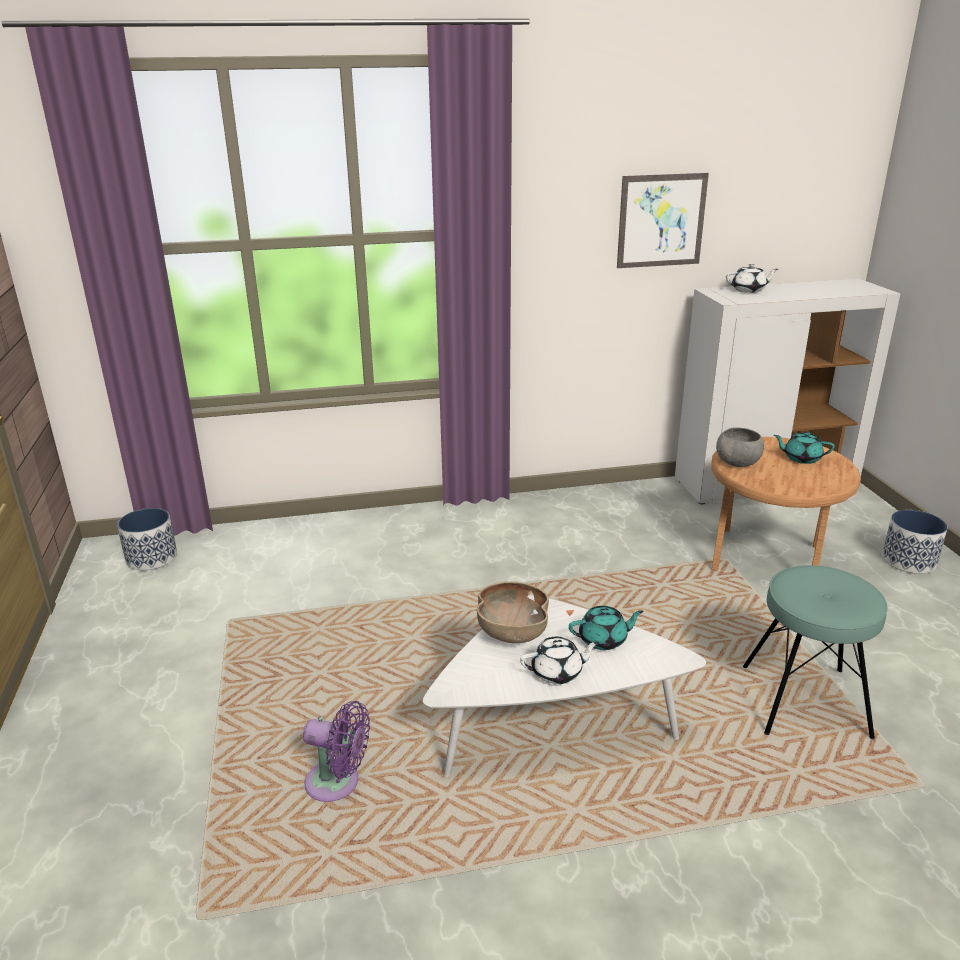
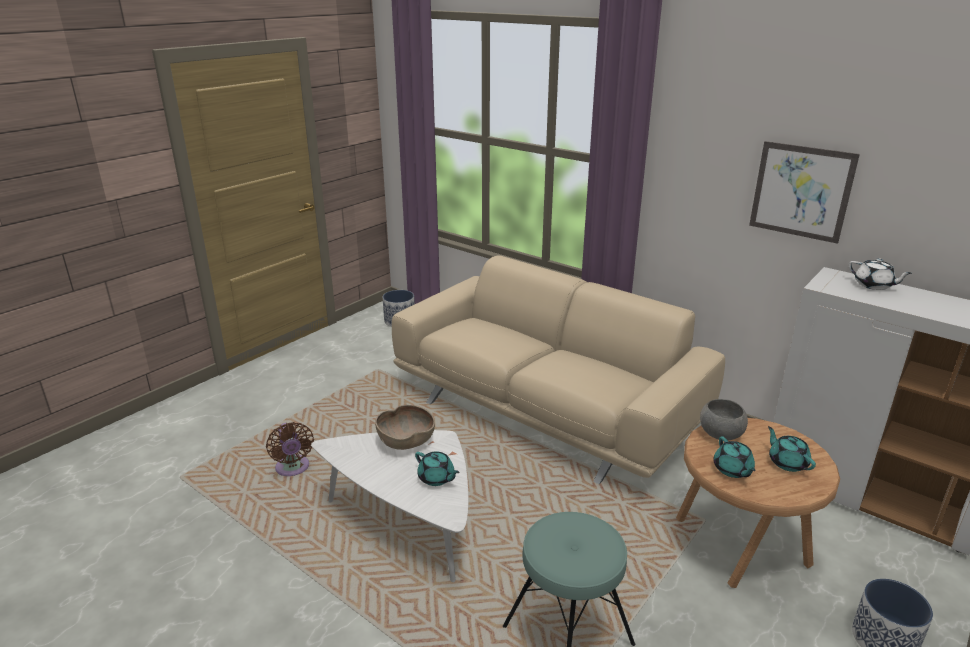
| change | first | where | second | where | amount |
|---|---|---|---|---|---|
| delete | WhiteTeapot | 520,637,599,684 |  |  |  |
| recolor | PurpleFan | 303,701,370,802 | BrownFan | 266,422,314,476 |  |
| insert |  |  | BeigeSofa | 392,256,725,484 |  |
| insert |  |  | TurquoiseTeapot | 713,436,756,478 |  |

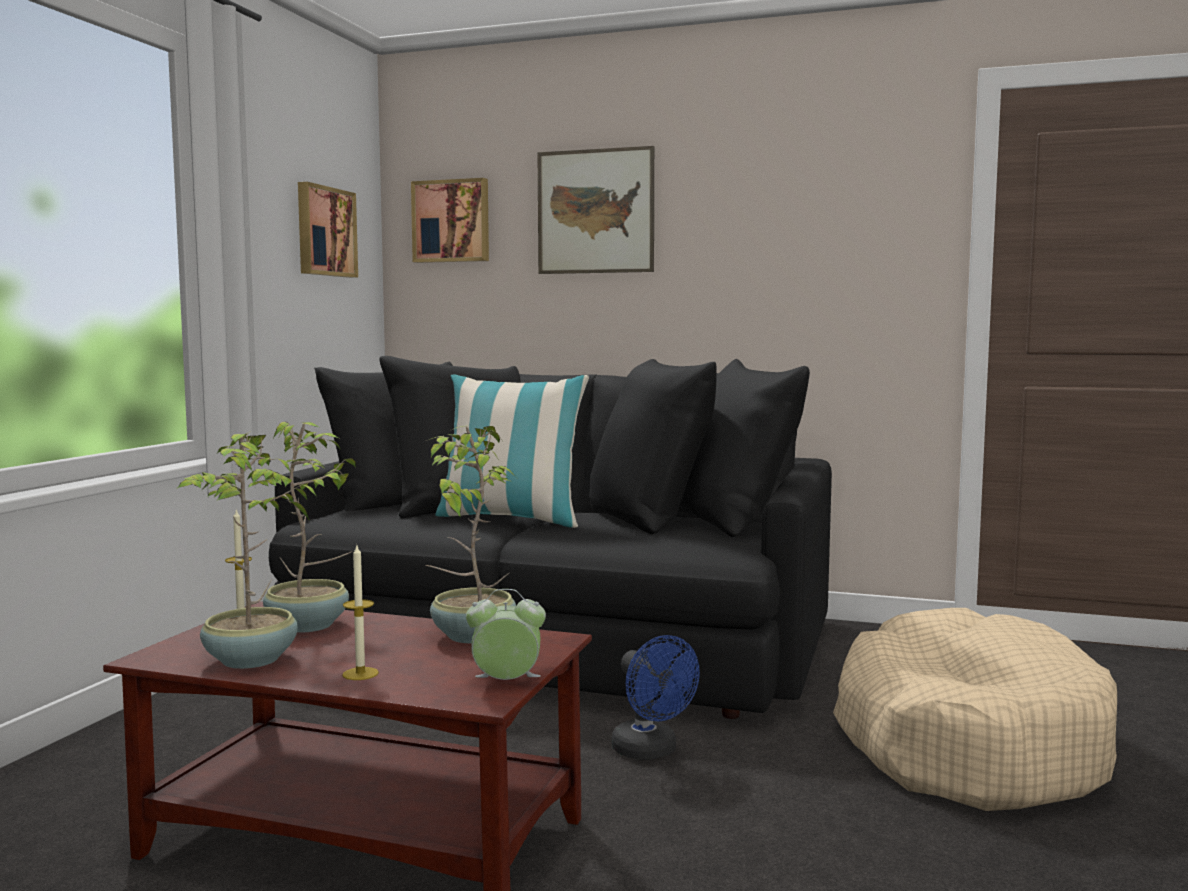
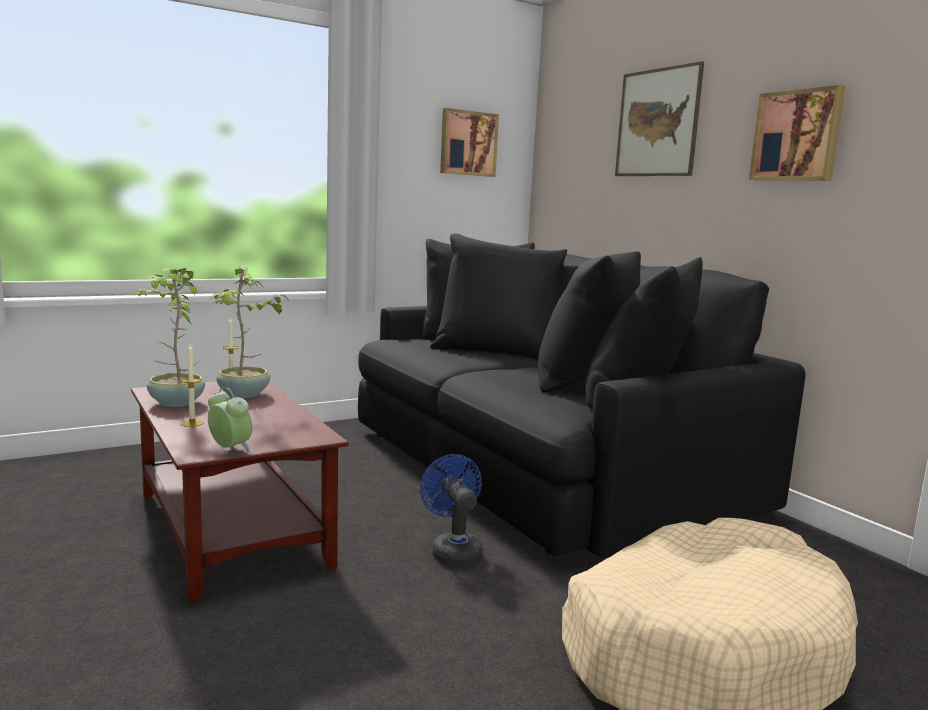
| change | first | where | second | where | amount |
|---|---|---|---|---|---|
| move | Picture | 411,178,489,263 |  | 749,85,845,181 |  |
| delete | Pillow | 435,375,589,528 |  |  |  |
| delete | PottedPlant | 425,426,516,643 |  |  |  |
| rotate | BlueFan | 612,635,700,760 |  | 420,454,483,566 | 150 degrees clockwise |

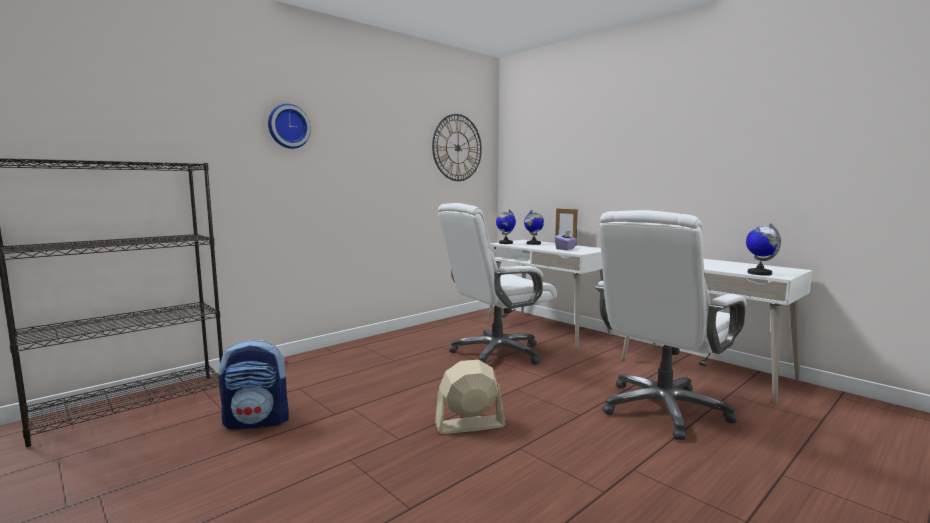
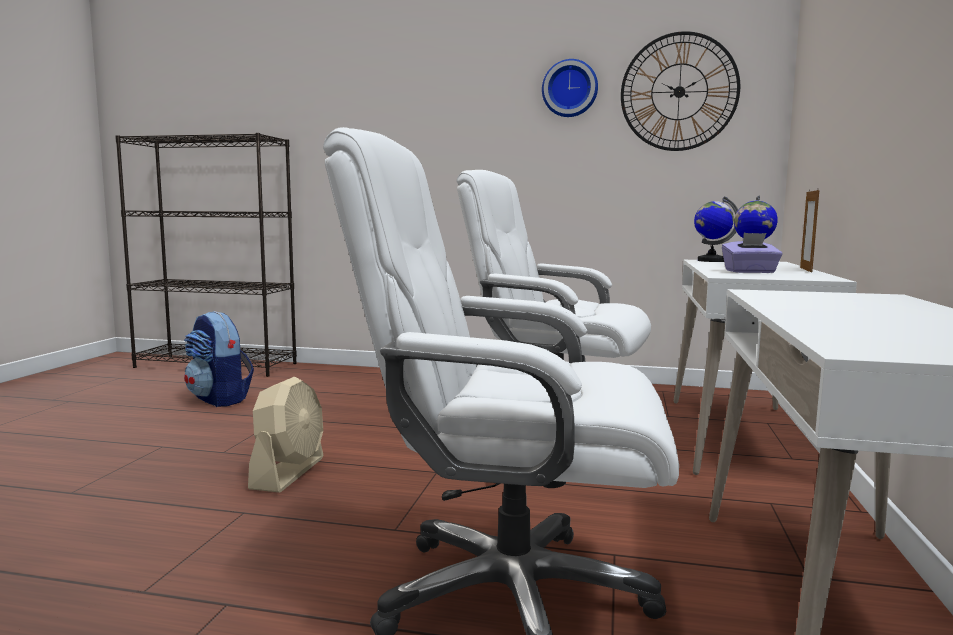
| change | first | where | second | where | amount |
|---|---|---|---|---|---|
| move | WallClock | 268,104,311,149 |  | 542,59,598,117 |  |
| delete | Globe | 746,223,781,276 |  |  |  |
| rotate | BeigeFan | 435,360,505,434 |  | 248,377,323,493 | 60 degrees clockwise |

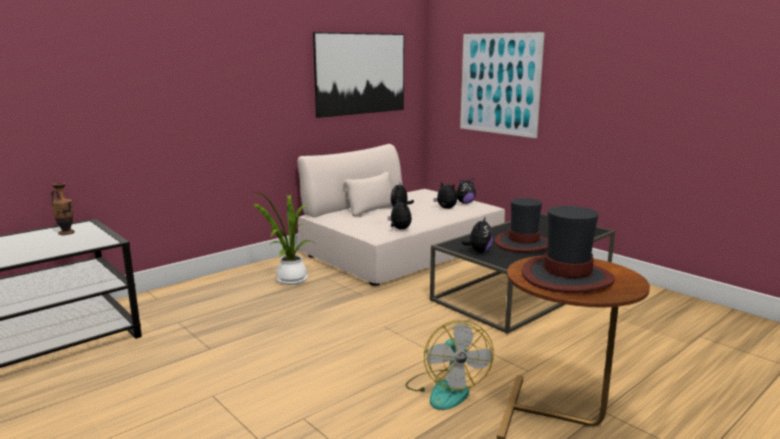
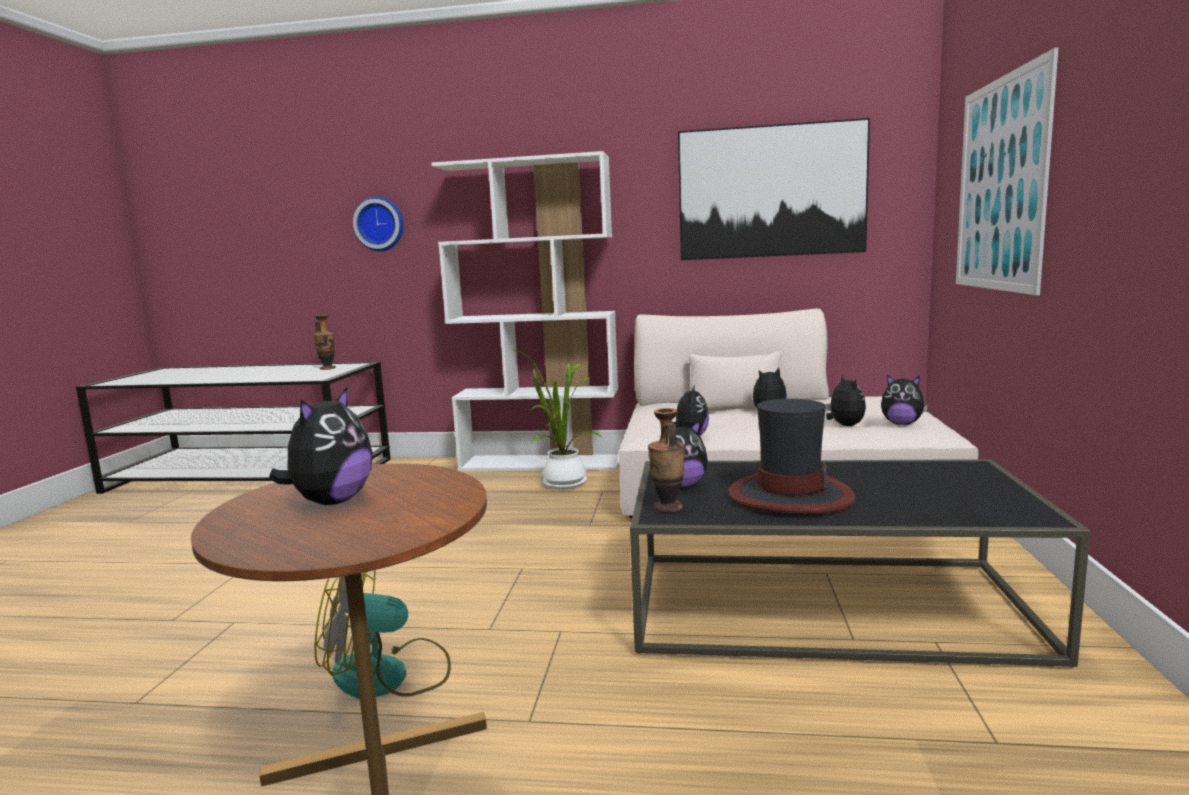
| change | first | where | second | where | amount |
|---|---|---|---|---|---|
| replace | Hat | 522,206,615,293 | PlushToy | 269,387,373,505 |  |
| rotate | Fan | 406,320,494,410 |  | 314,570,451,699 | 45 degrees clockwise |
| insert |  |  | WhiteBookcase | 431,151,619,471 |  |
| insert |  |  | WallClock | 353,196,404,251 |  |
| insert |  |  | Vase | 648,408,685,512 |  |

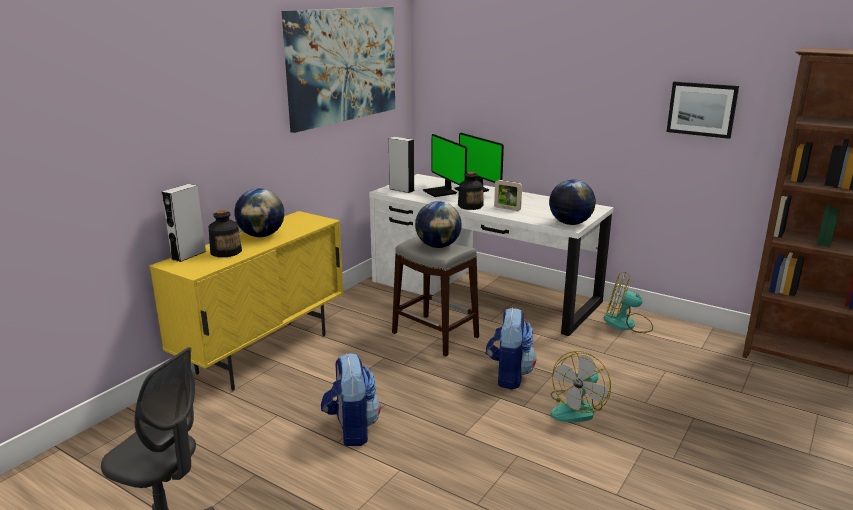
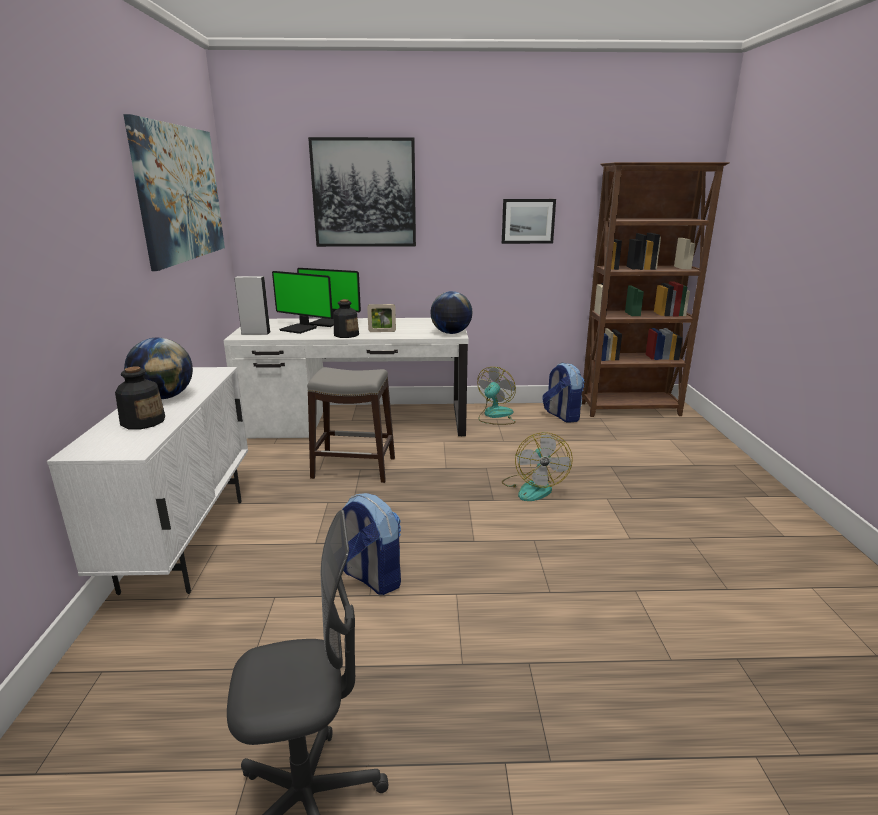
| change | first | where | second | where | amount |
|---|---|---|---|---|---|
| delete | GreySpeaker | 162,184,206,262 |  |  |  |
| delete | Globe | 415,201,462,248 |  |  |  |
| recolor | YellowCabinet | 149,211,344,391 | WhiteCabinet | 47,367,248,595 |  |
| rotate | Fan | 604,272,653,333 |  | 477,367,516,425 | 135 degrees clockwise |
| move | Backpack | 486,308,536,390 |  | 542,362,585,423 |  |
| insert |  |  | Picture | 308,137,416,247 |  |

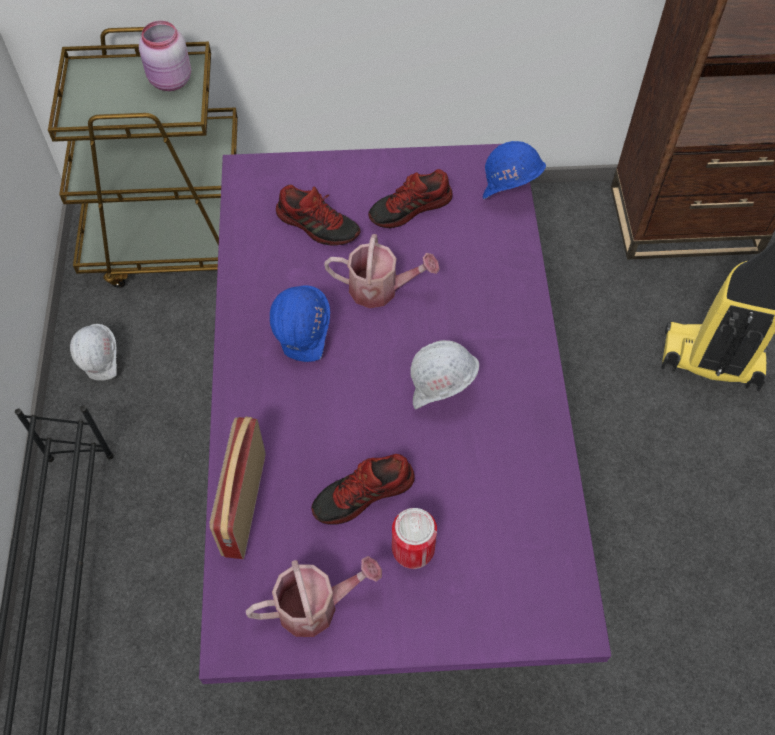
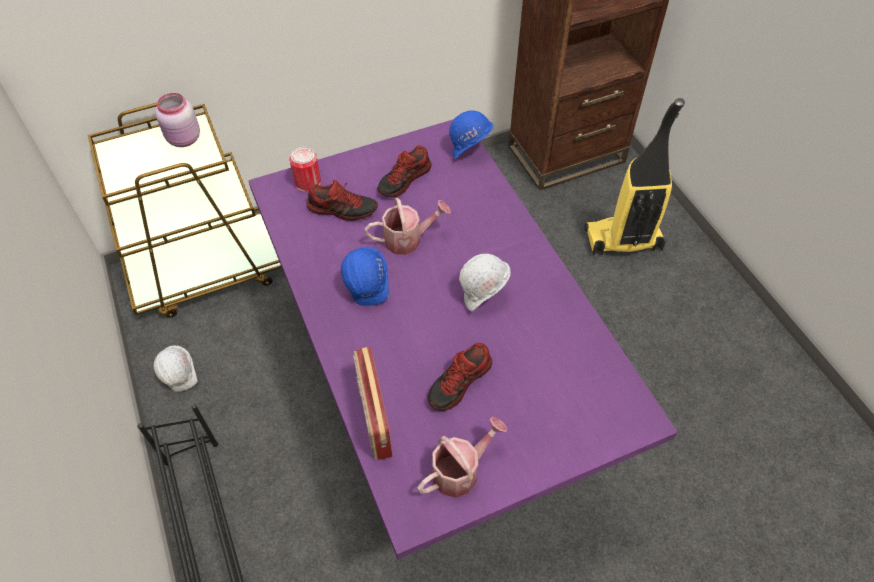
| change | first | where | second | where | amount |
|---|---|---|---|---|---|
| move | Can | 392,508,437,569 |  | 289,147,321,192 |  |

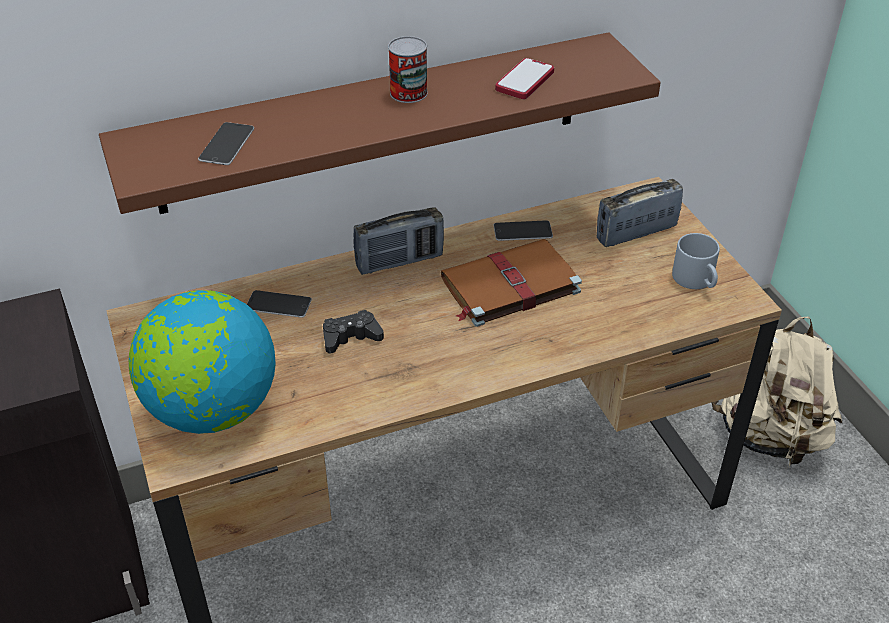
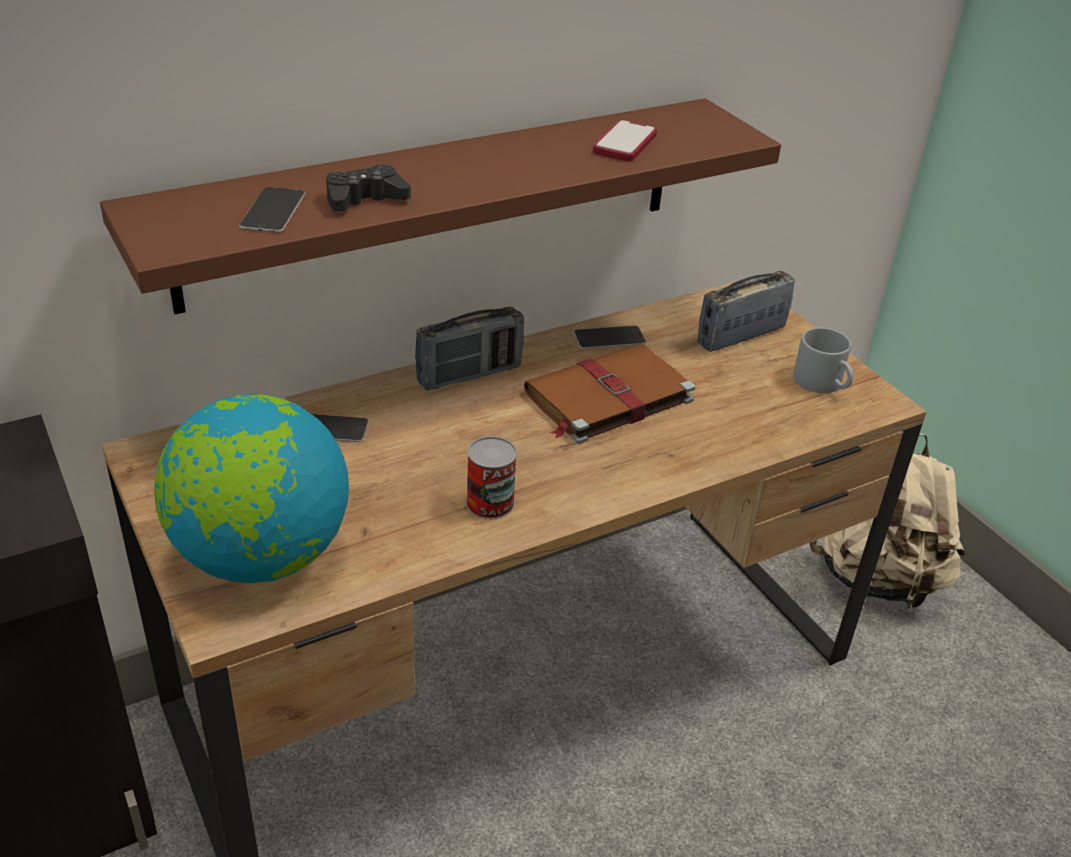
| change | first | where | second | where | amount |
|---|---|---|---|---|---|
| move | Can | 388,36,428,103 |  | 466,436,517,520 |  |
| move | BlackGameController | 323,310,384,353 |  | 326,164,411,212 |  |

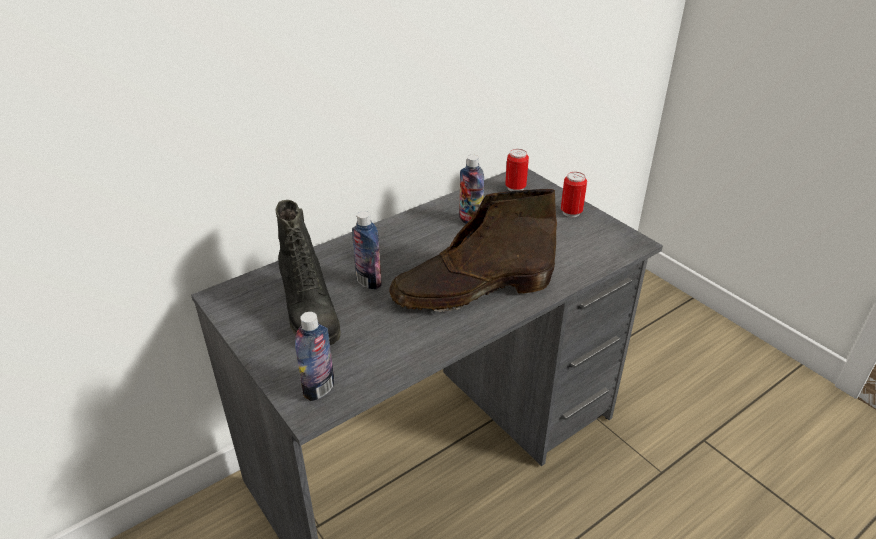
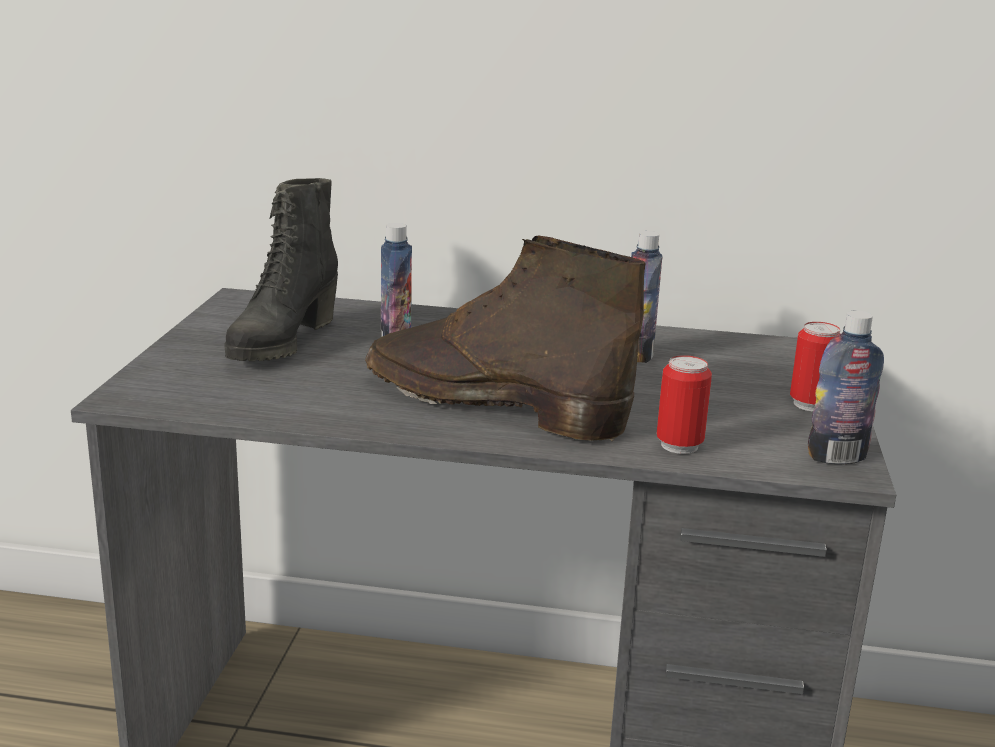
| change | first | where | second | where | amount |
|---|---|---|---|---|---|
| move | Can | 505,149,529,191 |  | 657,355,712,454 |  |
| move | Bottle | 295,312,334,401 |  | 808,310,884,464 |  |

